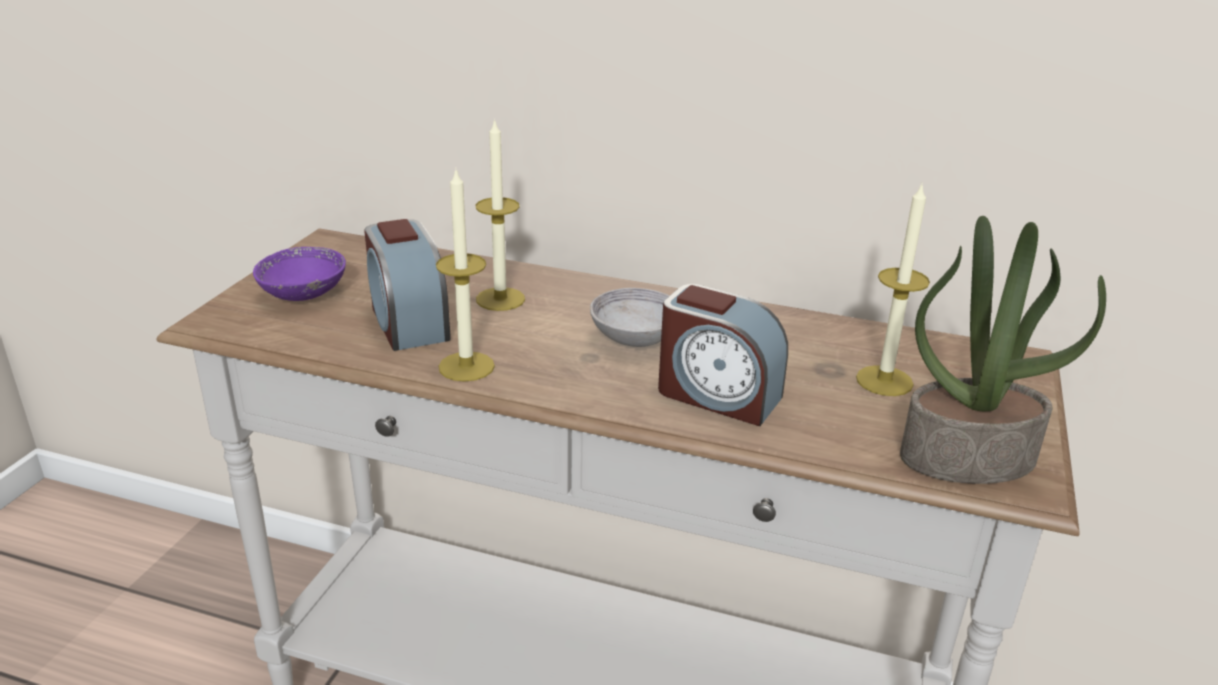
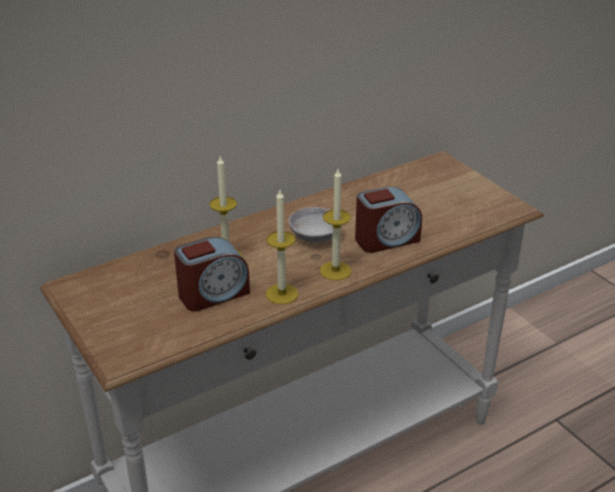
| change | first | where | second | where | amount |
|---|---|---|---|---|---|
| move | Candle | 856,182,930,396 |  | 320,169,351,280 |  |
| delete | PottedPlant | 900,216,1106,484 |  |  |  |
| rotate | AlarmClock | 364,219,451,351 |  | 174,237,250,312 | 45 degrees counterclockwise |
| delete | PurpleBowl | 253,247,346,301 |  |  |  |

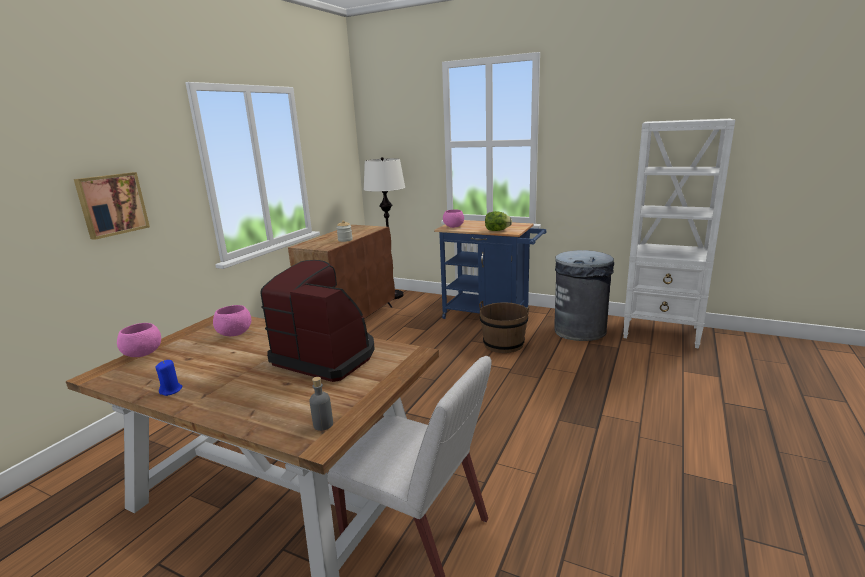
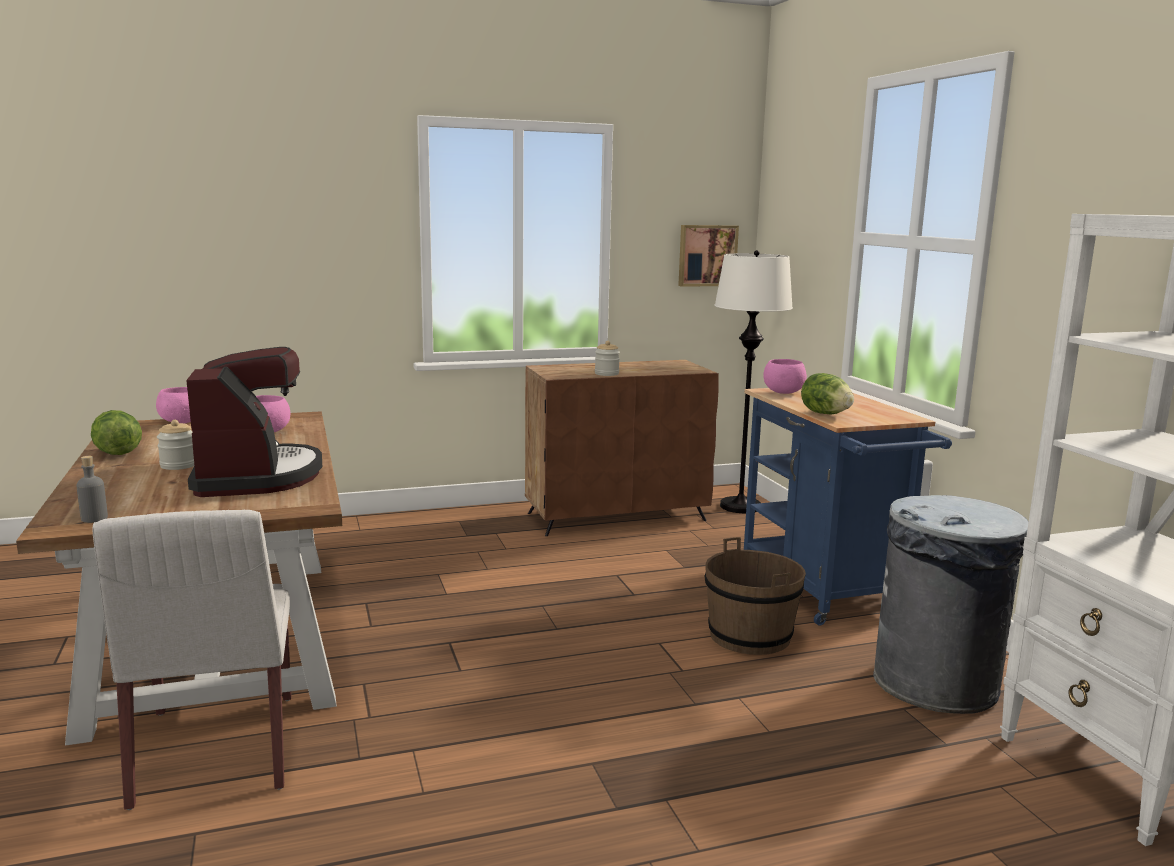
| change | first | where | second | where | amount |
|---|---|---|---|---|---|
| move | Picture | 74,172,150,240 |  | 678,225,739,287 |  |
| replace | BlueCandle | 155,360,182,396 | Lettuce | 91,410,142,455 |  |
| insert |  |  | Jar | 157,420,194,470 |  |

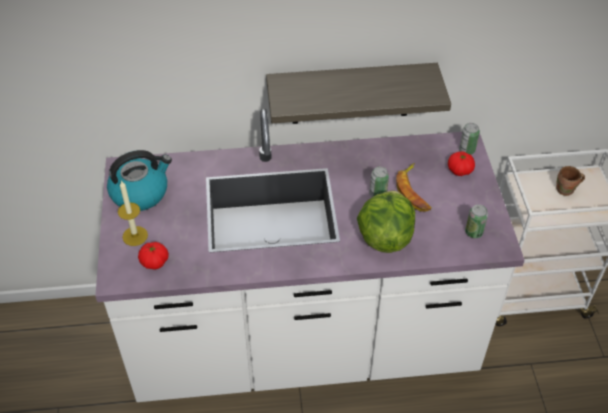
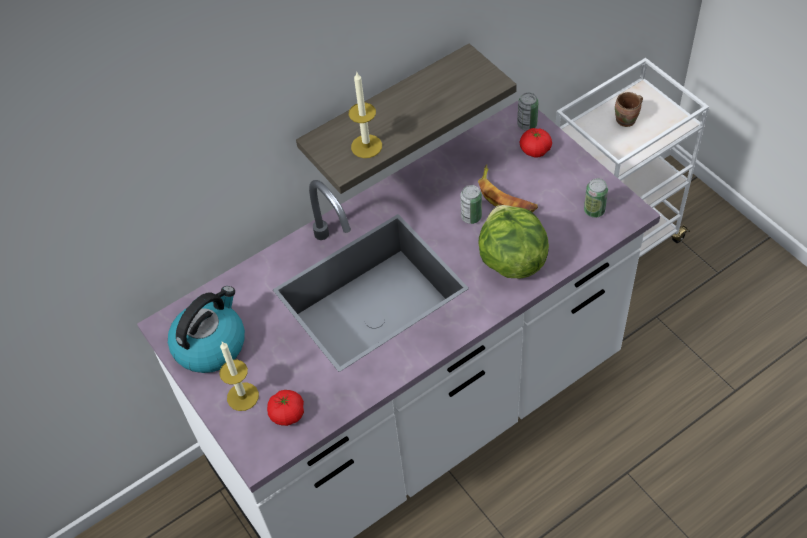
| change | first | where | second | where | amount |
|---|---|---|---|---|---|
| insert |  |  | Candle | 349,72,382,158 |  |

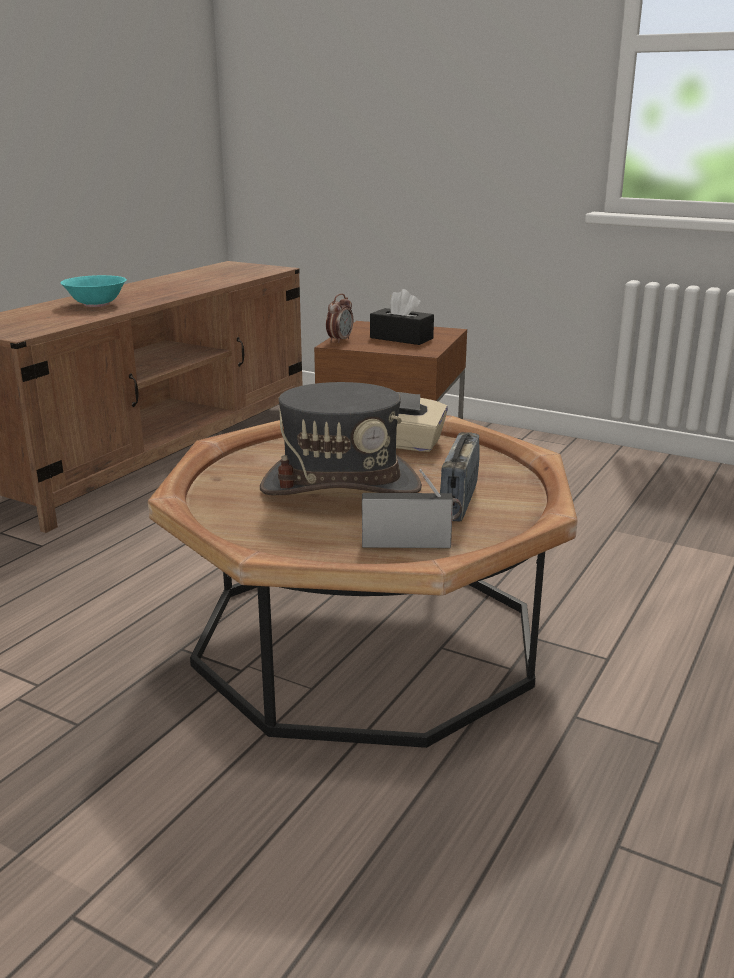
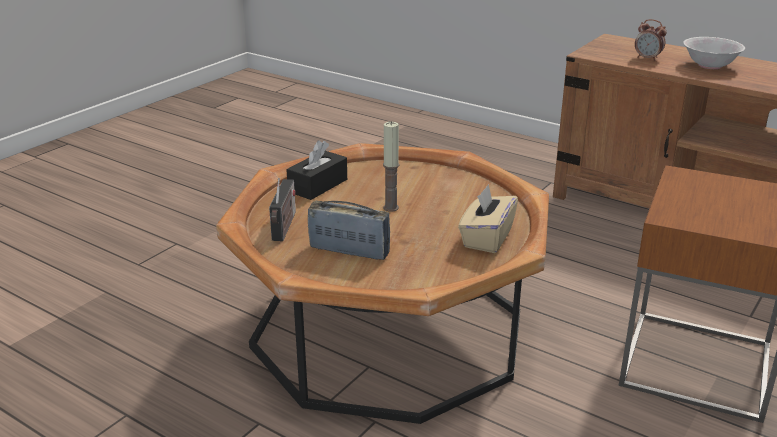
| change | first | where | second | where | amount |
|---|---|---|---|---|---|
| recolor | TurquoiseBowl | 60,275,127,307 | WhiteBowl | 683,37,745,69 |  |
| move | BlackTissueBox | 370,289,434,345 |  | 286,141,347,200 |  |
| move | AlarmClock | 326,294,353,343 |  | 635,19,667,61 |  |
| replace | GreyHat | 260,382,422,495 | Candle | 383,121,399,212 |  |

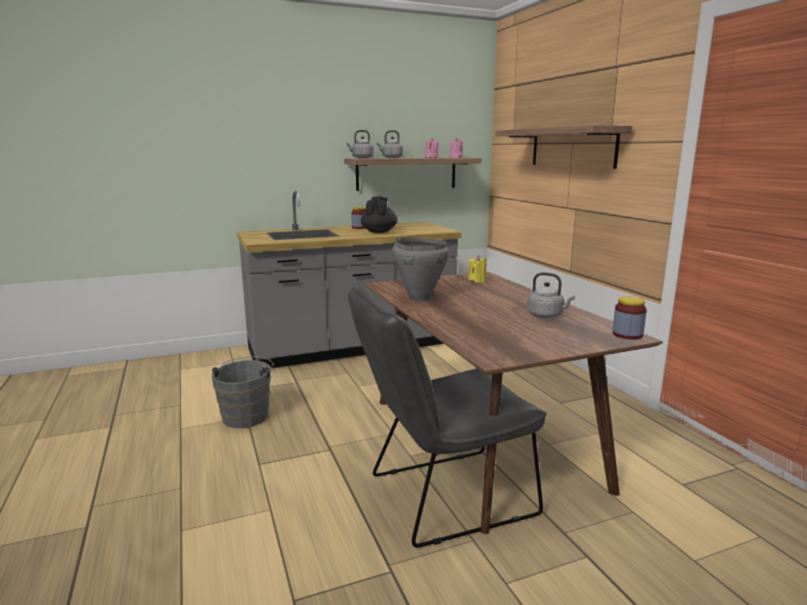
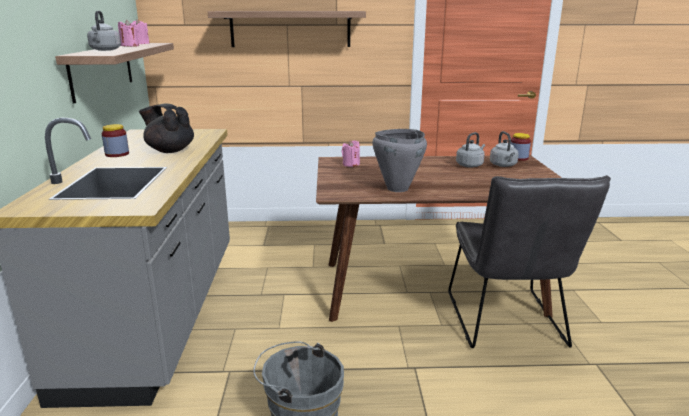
| change | first | where | second | where | amount |
|---|---|---|---|---|---|
| move | GreyKettle | 346,130,374,158 |  | 490,131,519,167 |  |
| recolor | YellowCandle | 468,255,487,282 | PinkCandle | 342,140,360,167 |  |

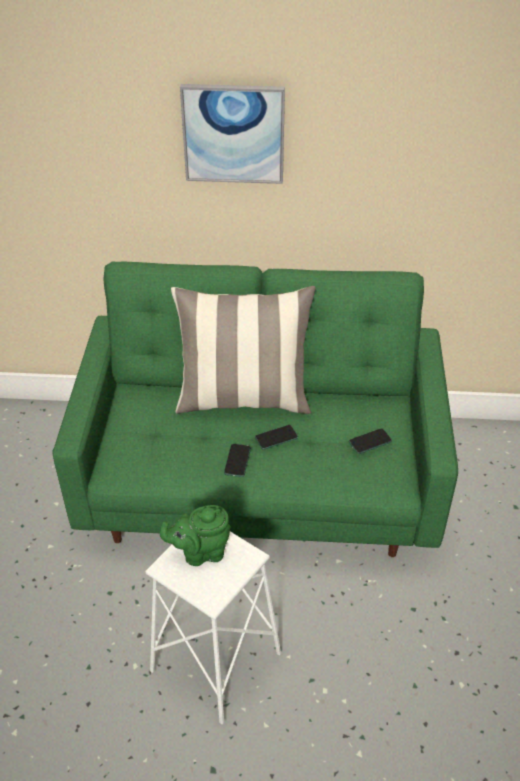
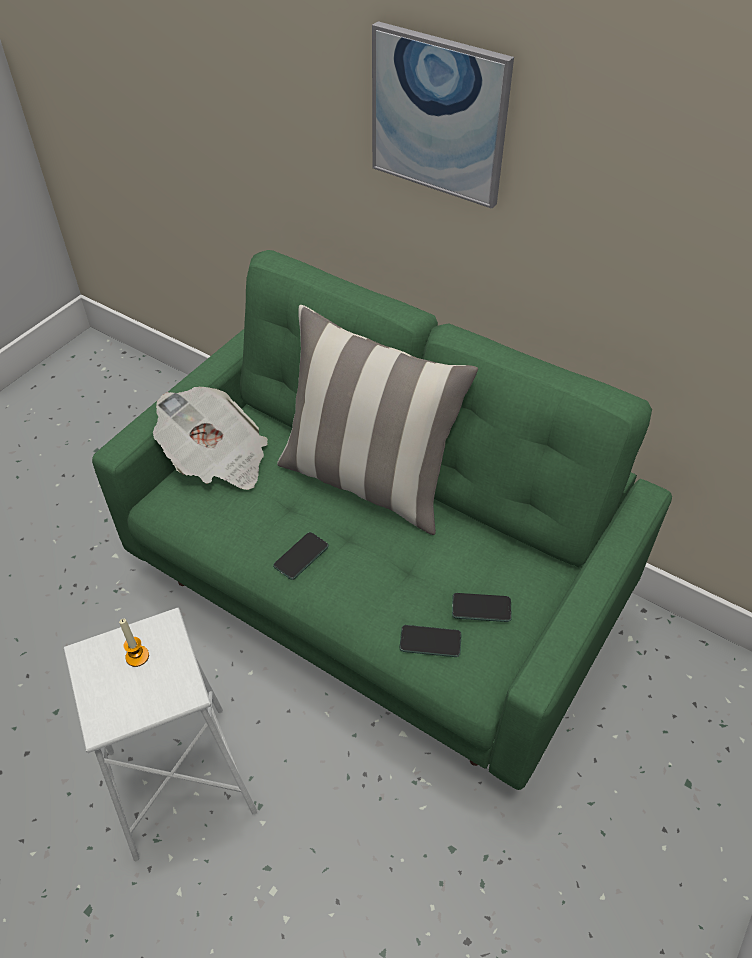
| change | first | where | second | where | amount |
|---|---|---|---|---|---|
| move | Phone | 255,425,298,450 |  | 399,625,462,657 |  |
| replace | GreenTeapot | 160,505,231,566 | Candle | 119,619,149,667 |  |
| insert |  |  | Newspaper | 153,387,268,490 |  |

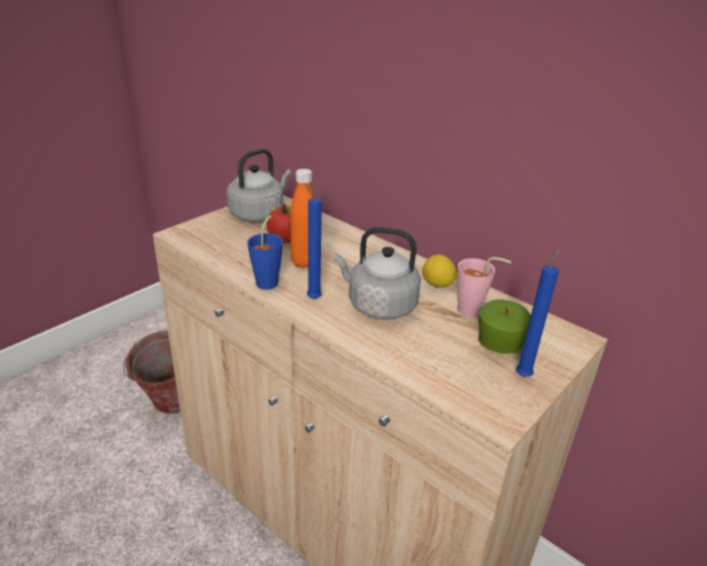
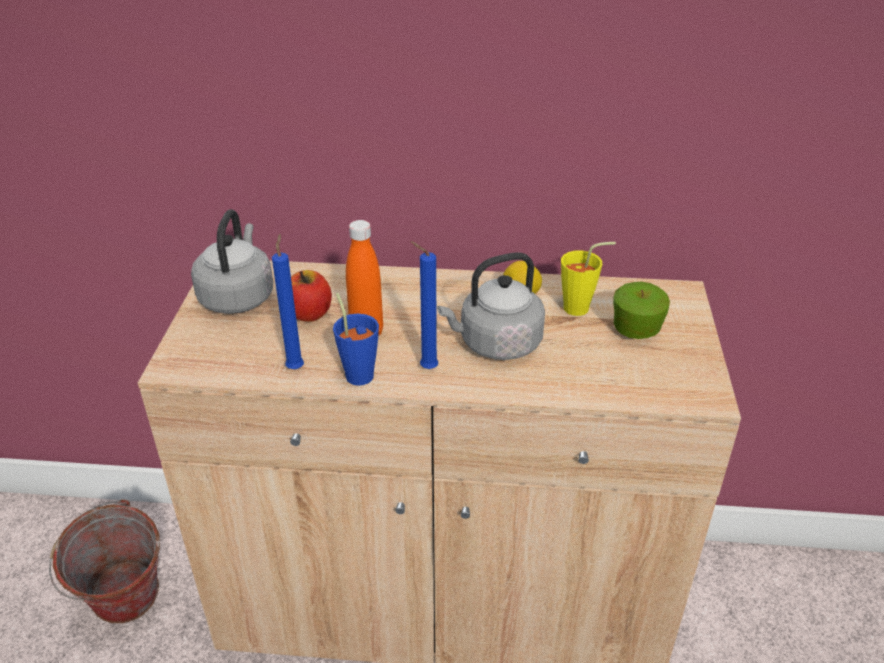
| change | first | where | second | where | amount |
|---|---|---|---|---|---|
| move | BlueCandle | 516,249,560,377 |  | 272,234,304,369 |  |
| recolor | PinkCup | 457,257,511,317 | YellowCup | 561,242,616,316 |  |

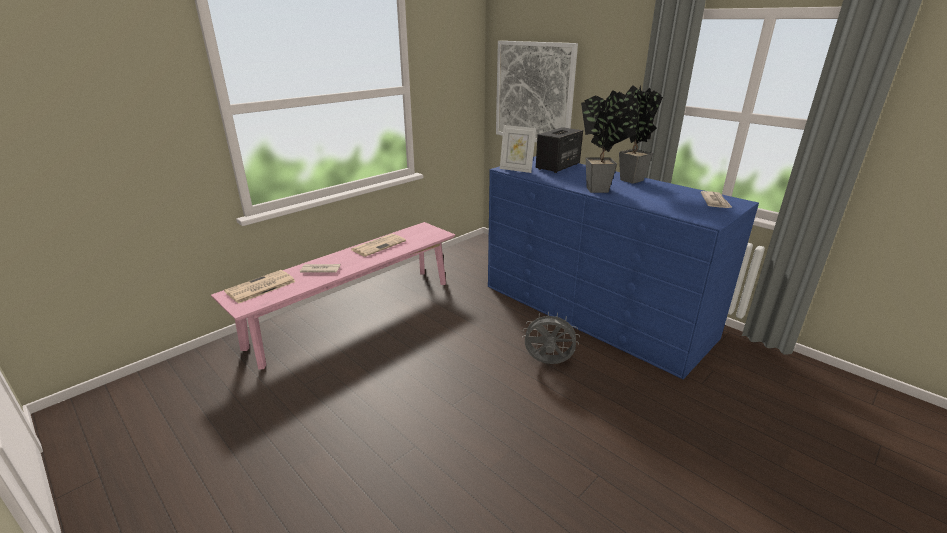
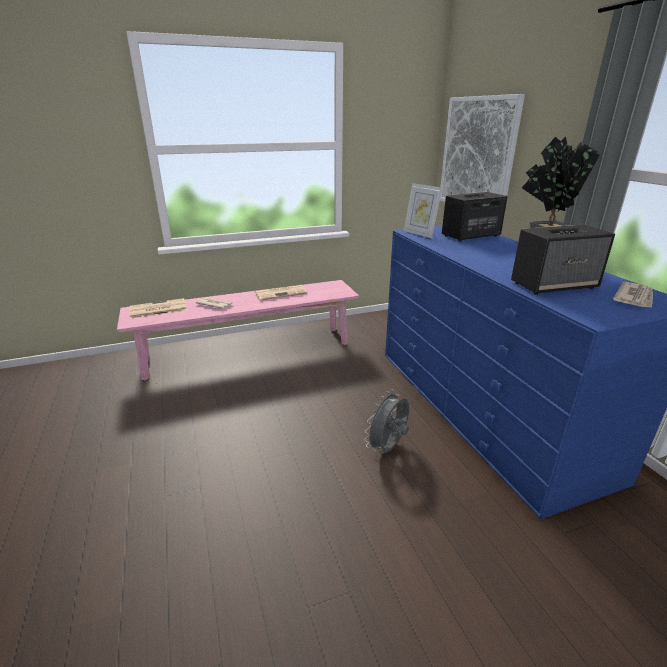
| change | first | where | second | where | amount |
|---|---|---|---|---|---|
| delete | PottedPlant | 581,90,638,193 |  |  |  |
| rotate | GreyFan | 522,312,580,364 |  | 364,389,409,453 | 90 degrees counterclockwise |
| insert |  |  | Speaker | 511,225,615,295 |  |

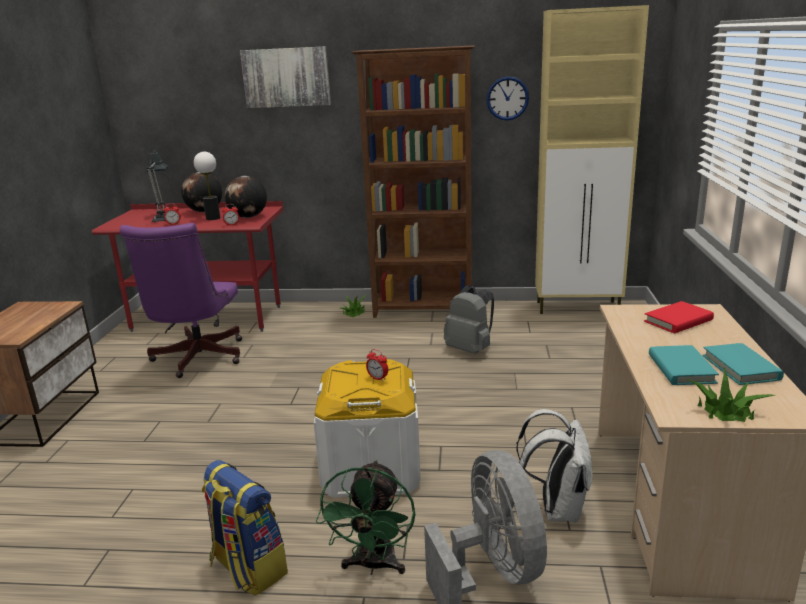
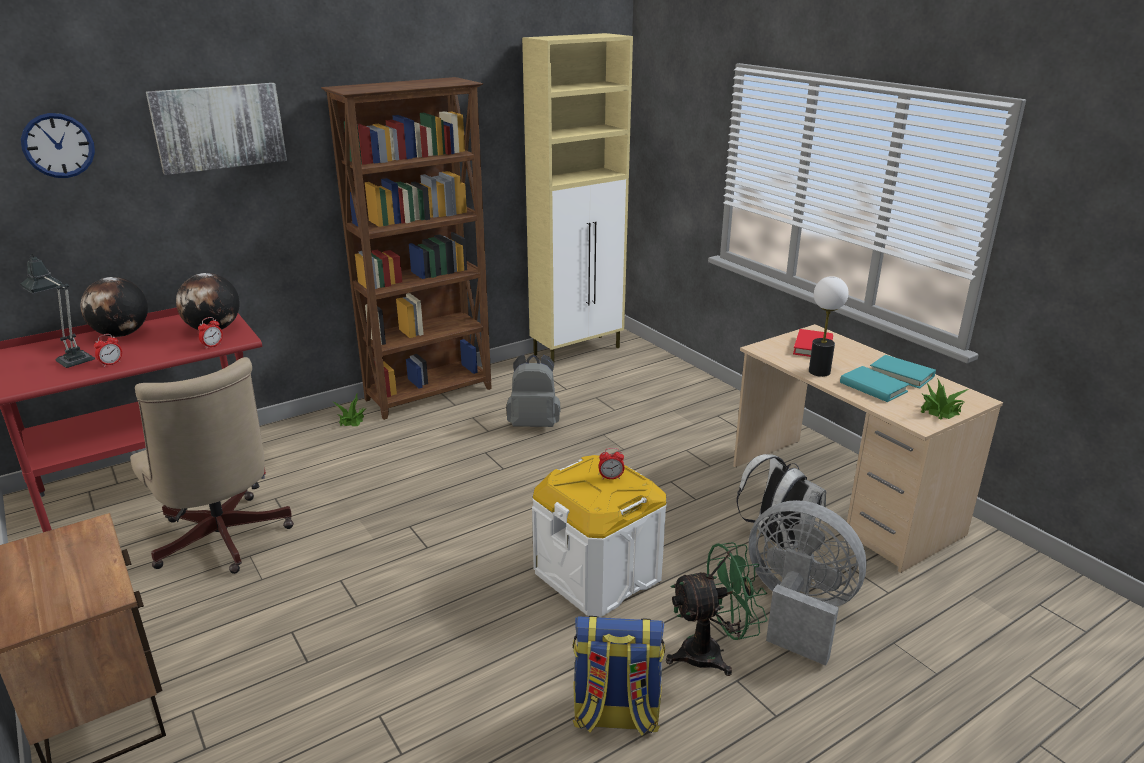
| change | first | where | second | where | amount |
|---|---|---|---|---|---|
| move | WallClock | 486,76,529,121 |  | 21,113,95,178 |  |
| move | TableLamp | 194,152,220,220 |  | 809,276,848,377 |  |
| recolor | PurpleOfficeChair | 120,223,242,378 | BeigeOfficeChair | 130,357,294,574 |  |
| rotate | GreenFan | 316,460,415,575 |  | 666,542,768,676 | 75 degrees counterclockwise |

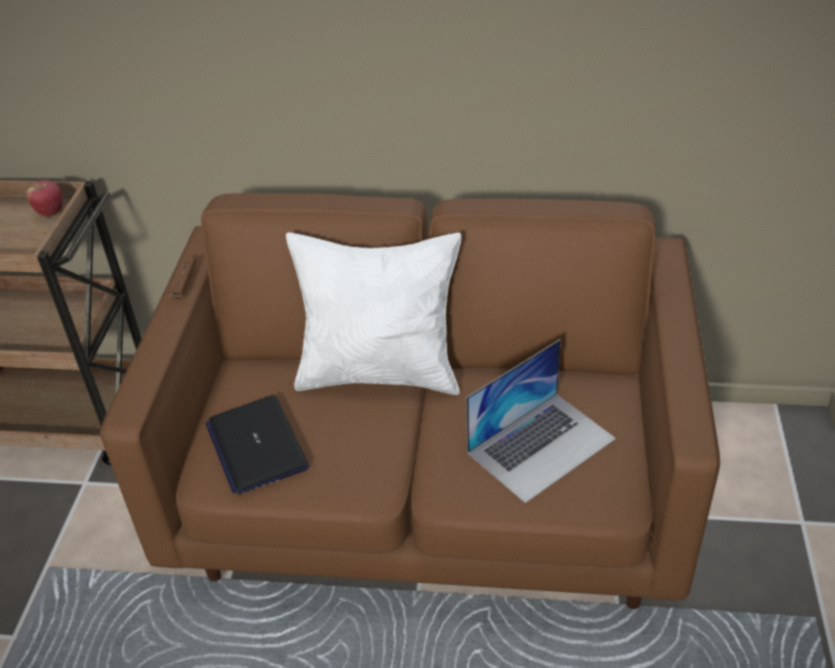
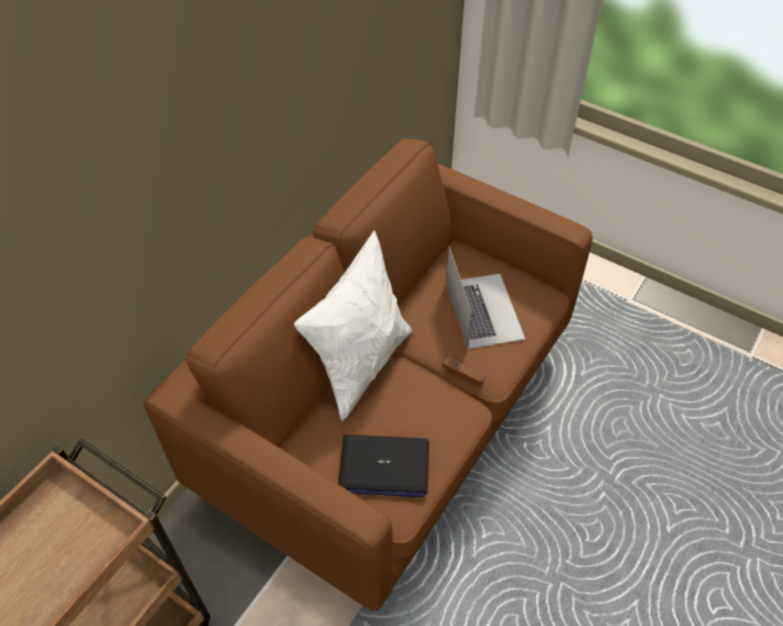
| change | first | where | second | where | amount |
|---|---|---|---|---|---|
| delete | Apple | 26,180,63,217 |  |  |  |
| move | BrownGameController | 169,257,196,299 |  | 442,356,485,385 |  |

